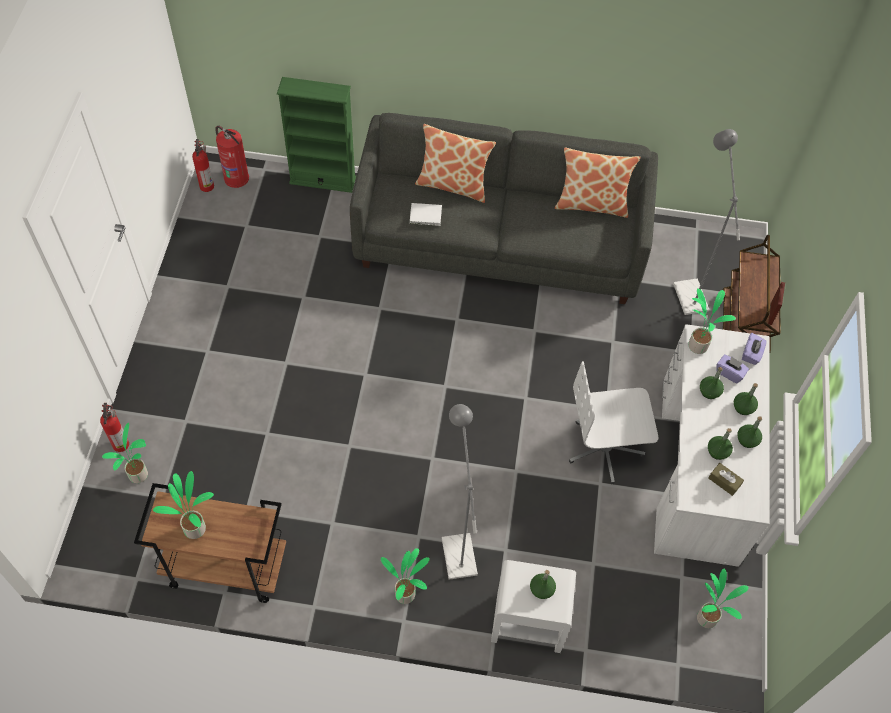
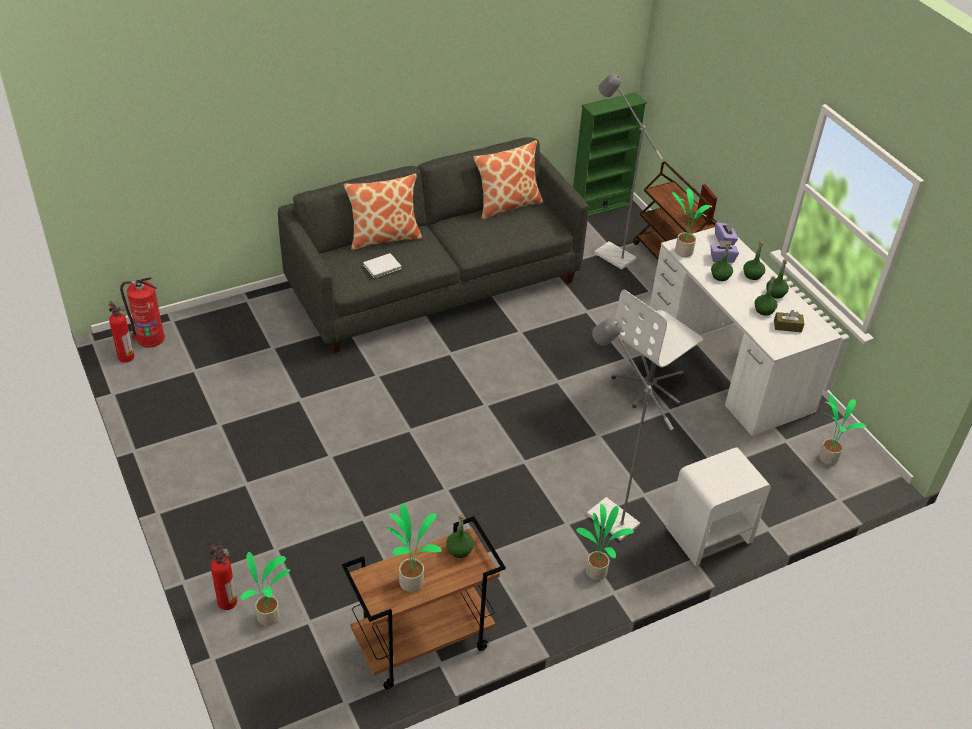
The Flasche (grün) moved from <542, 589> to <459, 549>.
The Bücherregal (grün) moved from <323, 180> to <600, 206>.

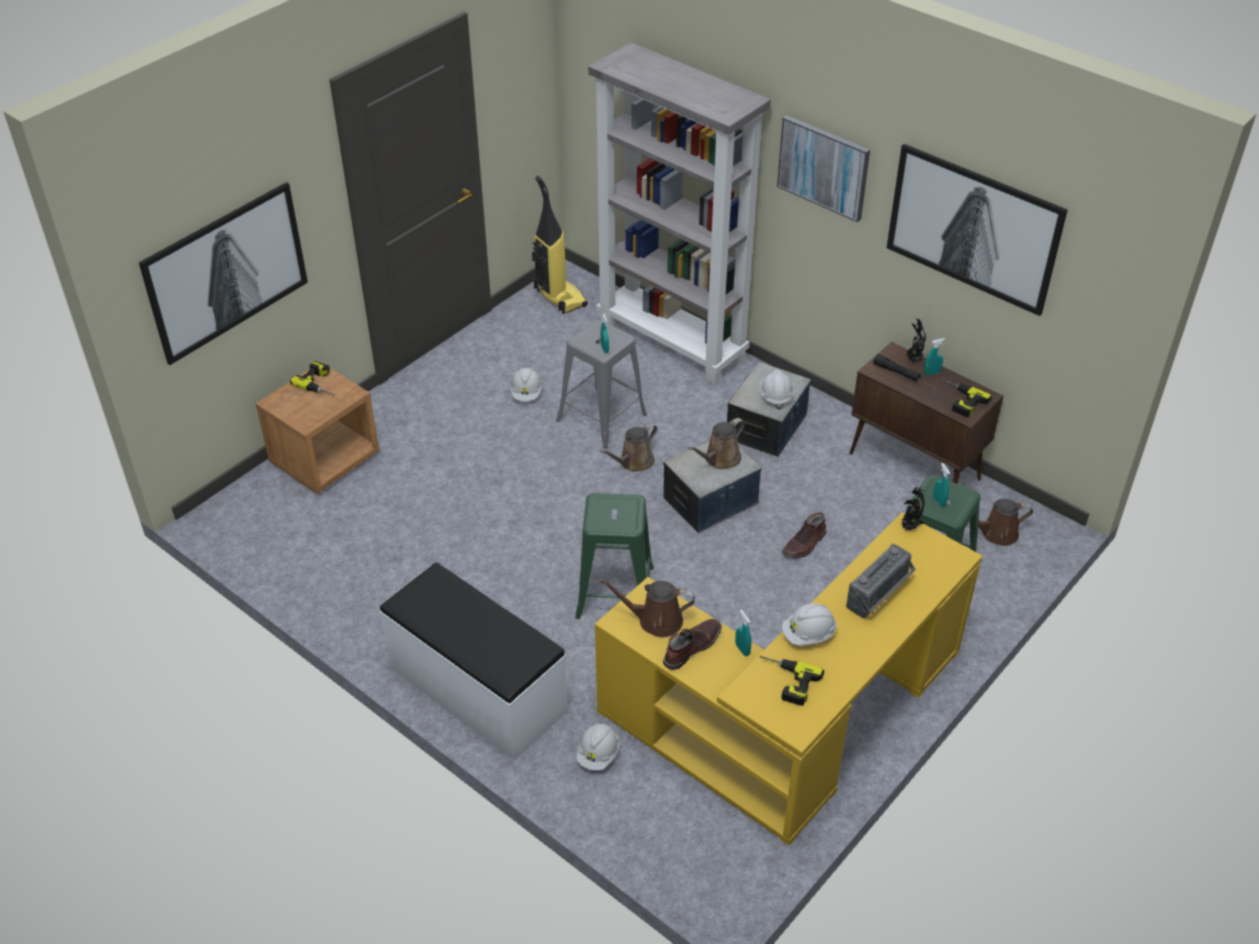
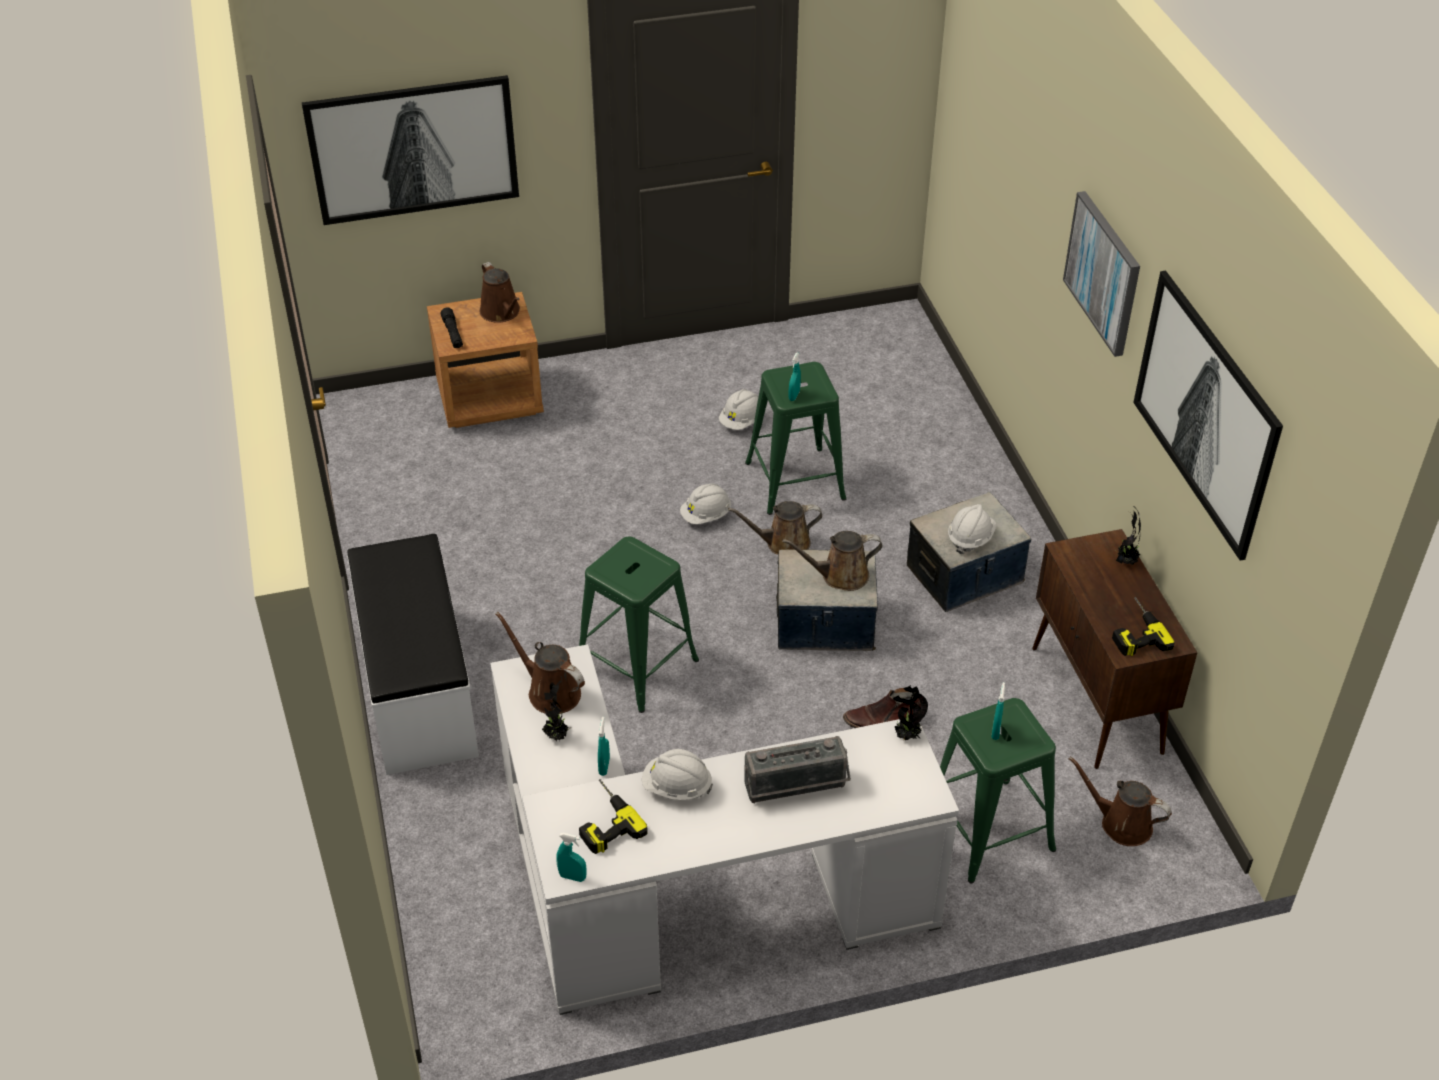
The Taschenlampe (schwarz) moved from <896, 372> to <452, 333>.
The Bohrmaschine at <321, 383> was replaced by the Gießkanne (braun) at <501, 313>.
The Schreibtisch (gelb) at <791, 721> became the Schreibtisch (weiß) at <685, 893>.
The Stiefel (braun) at <691, 647> was replaced by the Topfpflanze at <557, 736>.
The Sprühflasche (türkis) moved from <931, 373> to <572, 877>.
The Schutzhelm (weiß) moved from <598, 754> to <706, 516>.
The Hocker (grau) at <601, 417> became the Hocker (grün) at <795, 480>.
The Staubsauger at <559, 297> disappeared.
The Bücherregal (grau) at <673, 342> disappeared.

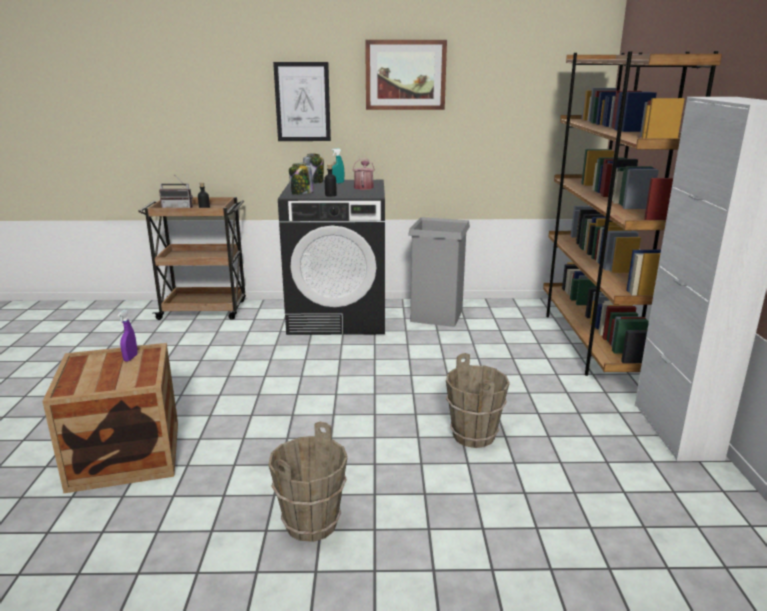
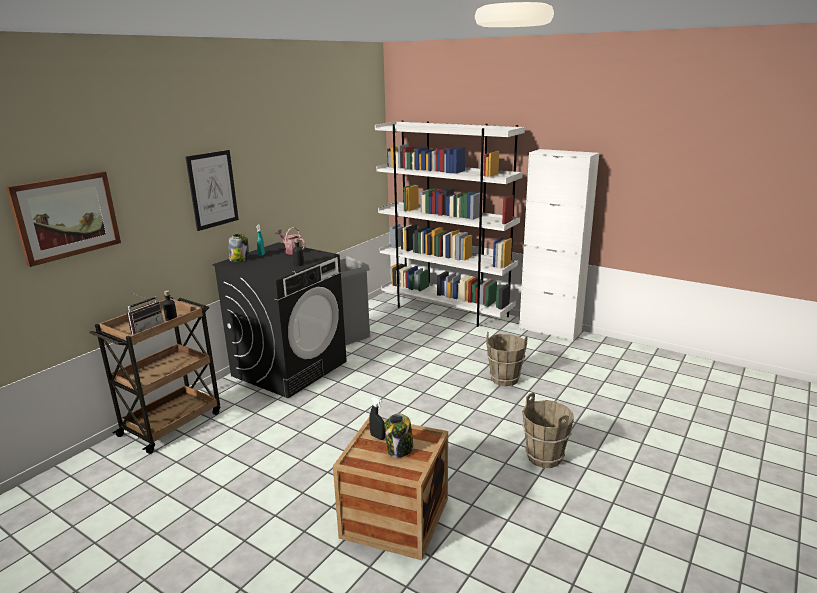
The Bild moved from <405, 75> to <66, 216>.
The Sprühflasche (lila) at <130, 358> became the Sprühflasche (schwarz) at <377, 437>.
The Bücherregal (braun) at <592, 343> became the Bücherregal (weiß) at <446, 310>.
The Vorratsglas moved from <301, 193> to <400, 450>.

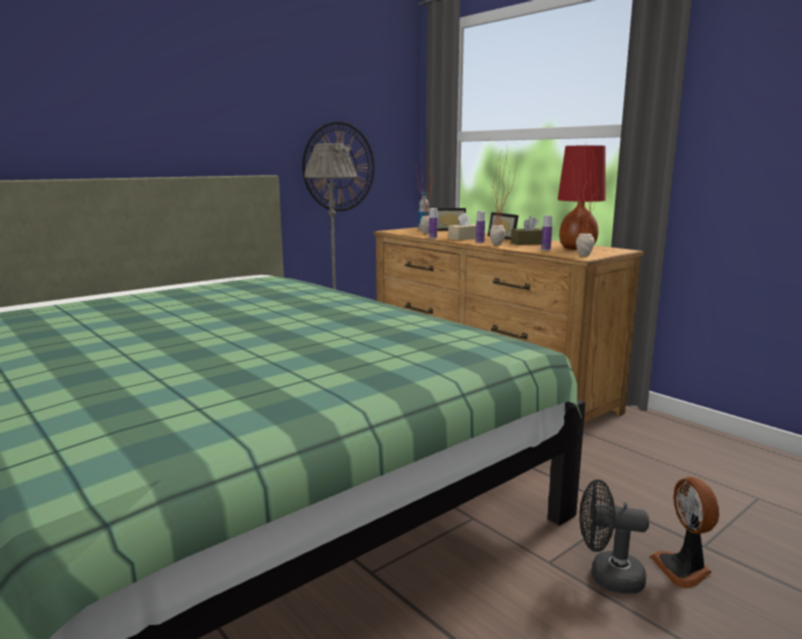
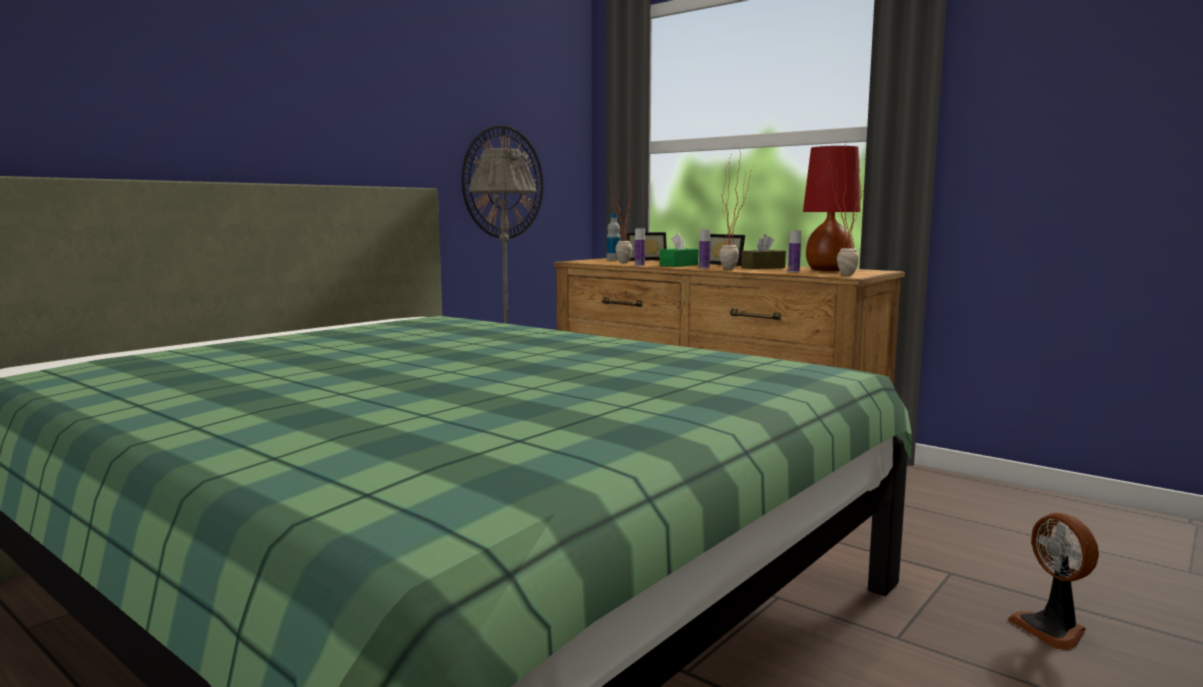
The Taschentuchbox (beige) at <464, 238> became the Taschentuchbox (grün) at <678, 265>.
The Ventilator (schwarz) at <607, 576> disappeared.

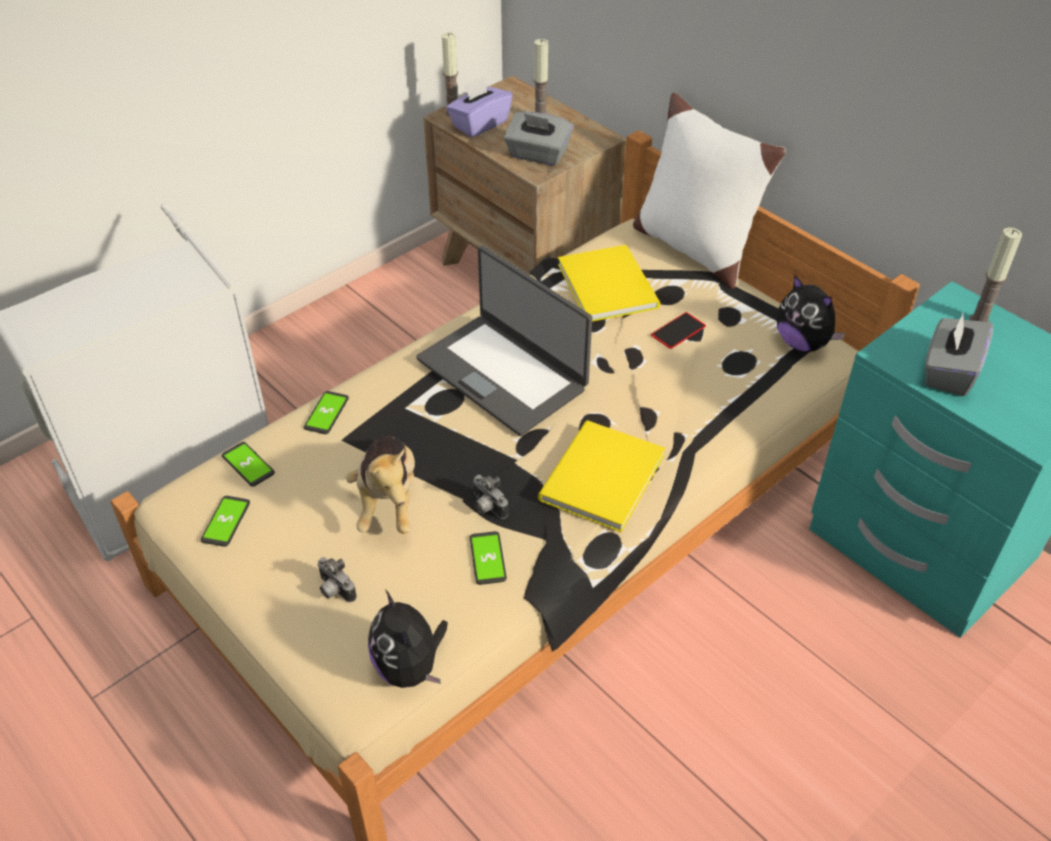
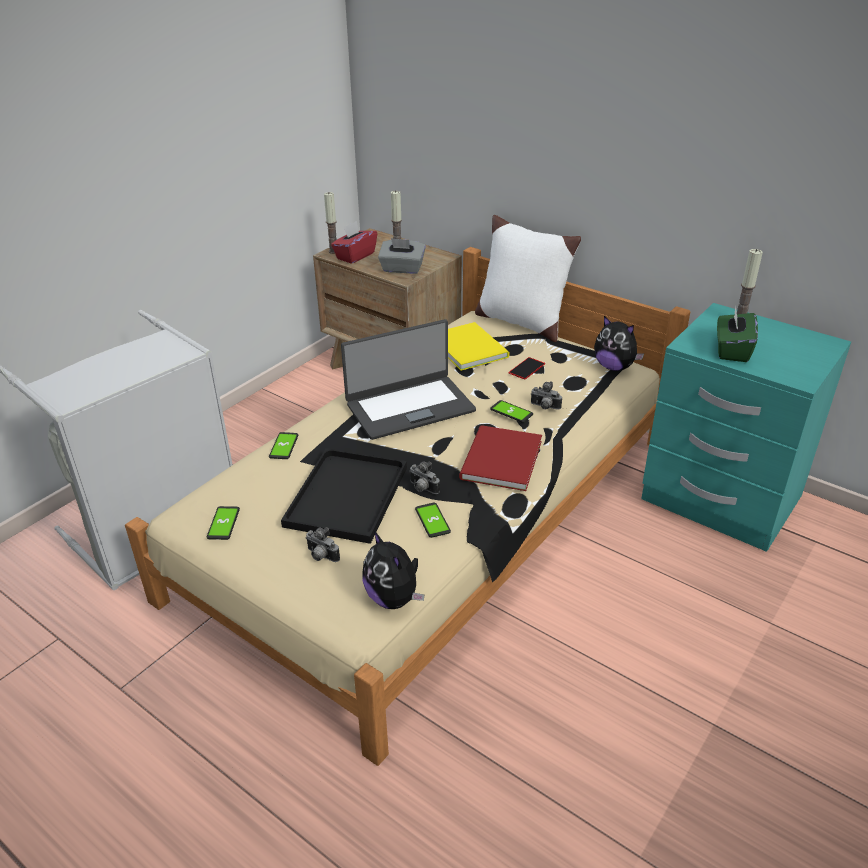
The Plüschtier at <388, 501> was replaced by the Tablett (schwarz) at <346, 494>.
The Taschentuchbox (lila) at <479, 124> became the Taschentuchbox (rot) at <355, 256>.
The Laptop at <503, 373> turned 60 degrees counterclockwise.
The Buch (gelb) at <598, 479> became the Buch (rot) at <498, 461>.
The Handy moved from <248, 465> to <511, 412>.
The Kamera at <544, 407> appeared.
The Taschentuchbox (grau) at <949, 372> became the Taschentuchbox (grün) at <731, 350>.

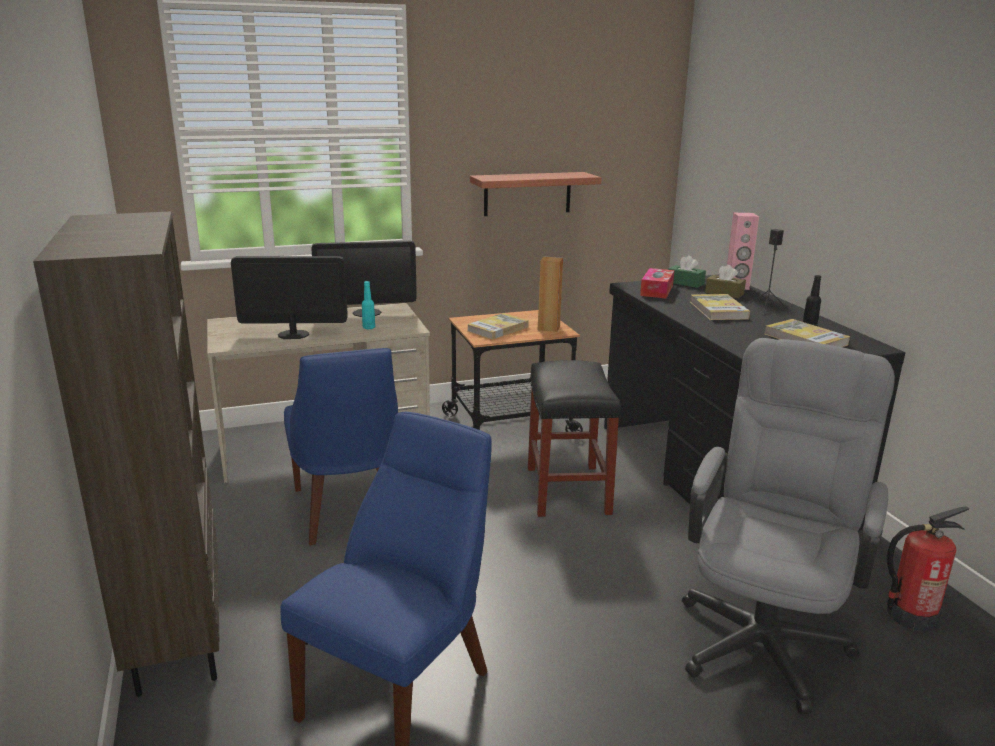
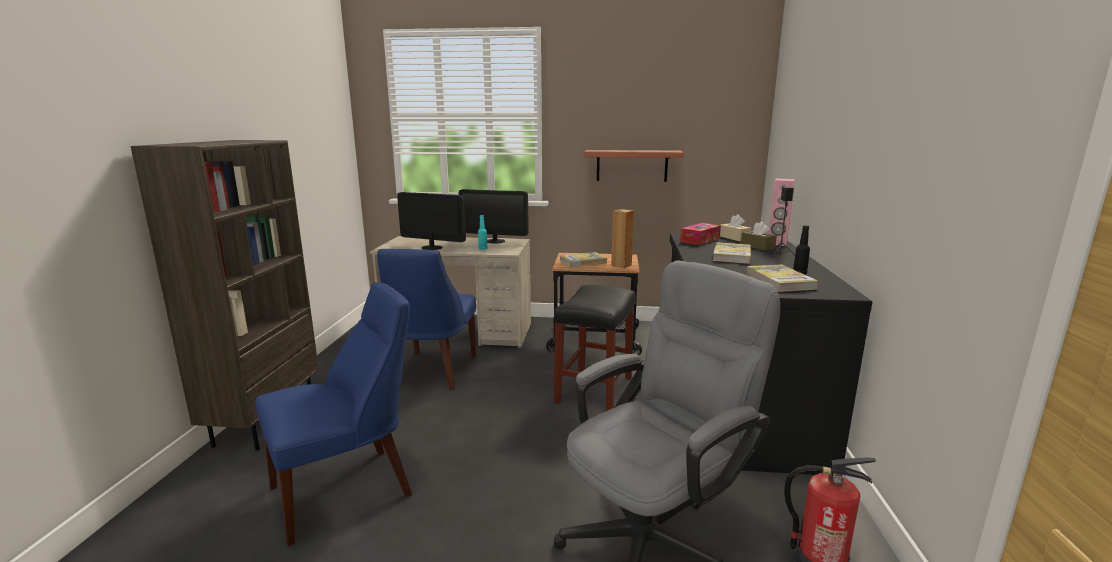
The Taschentuchbox (grün) at <685, 283> became the Taschentuchbox (beige) at <734, 238>.

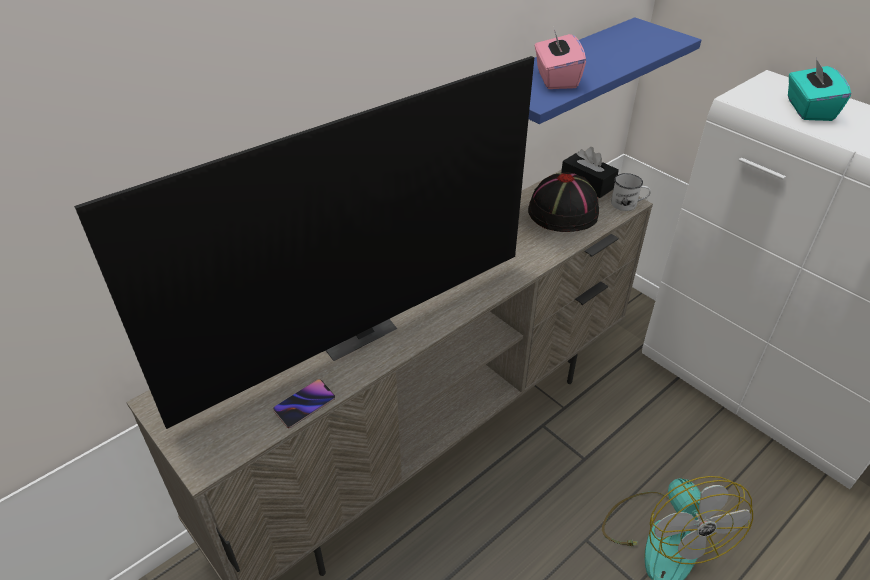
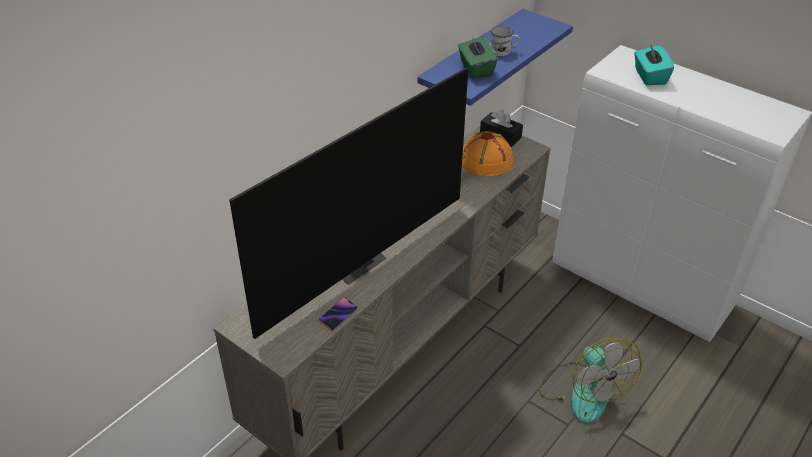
The Taschentuchbox (rosa) at <555, 79> became the Taschentuchbox (grün) at <475, 69>.
The Hut (schwarz) at <563, 212> became the Hut (orange) at <486, 160>.
The Henkelbecher (weiß) moved from <628, 204> to <503, 51>.

